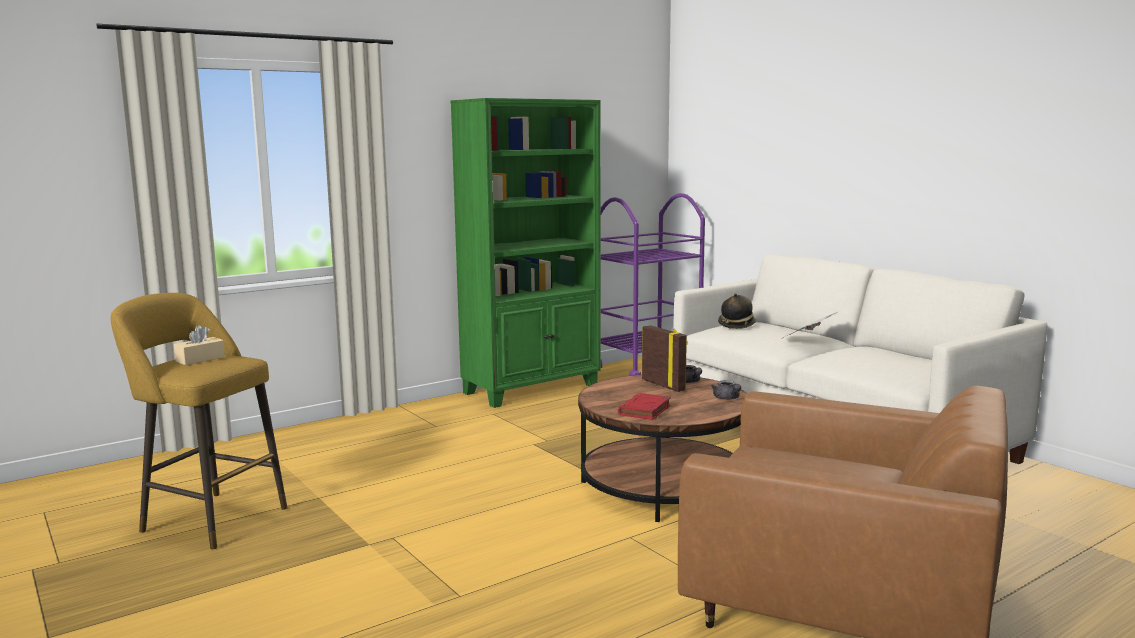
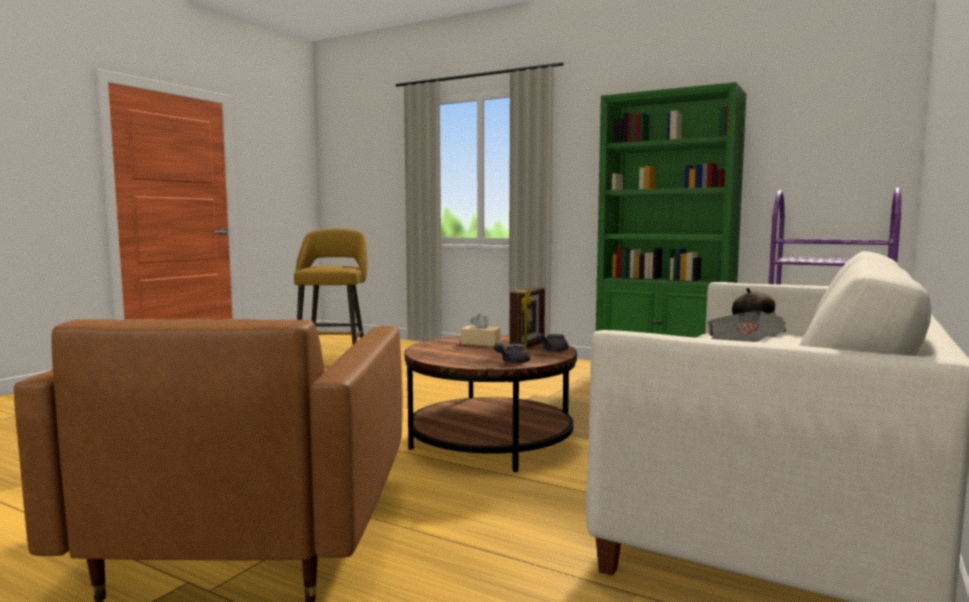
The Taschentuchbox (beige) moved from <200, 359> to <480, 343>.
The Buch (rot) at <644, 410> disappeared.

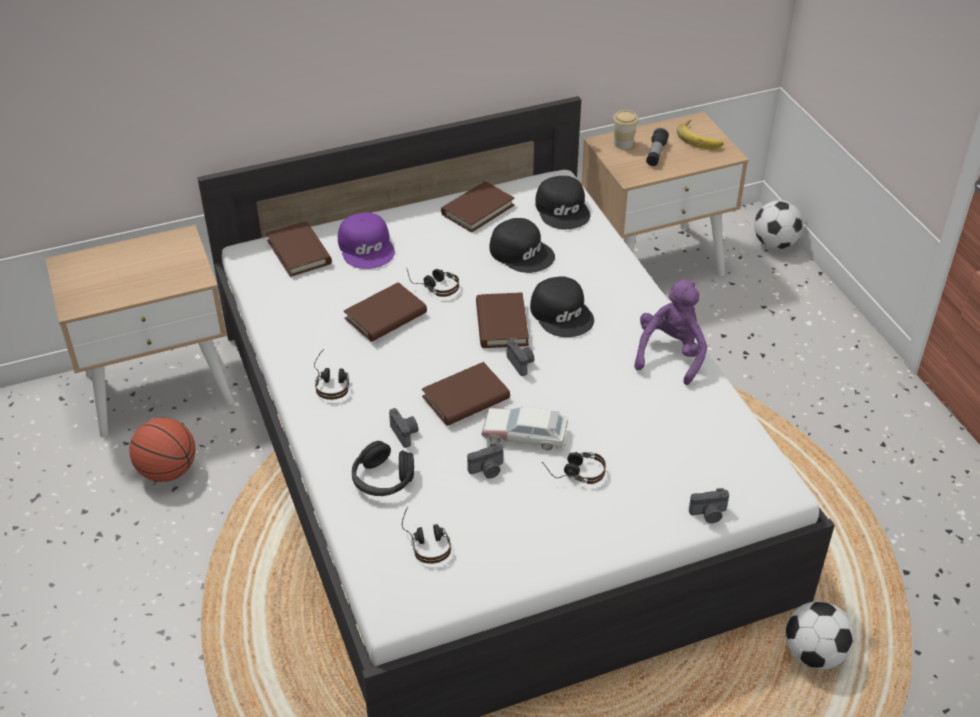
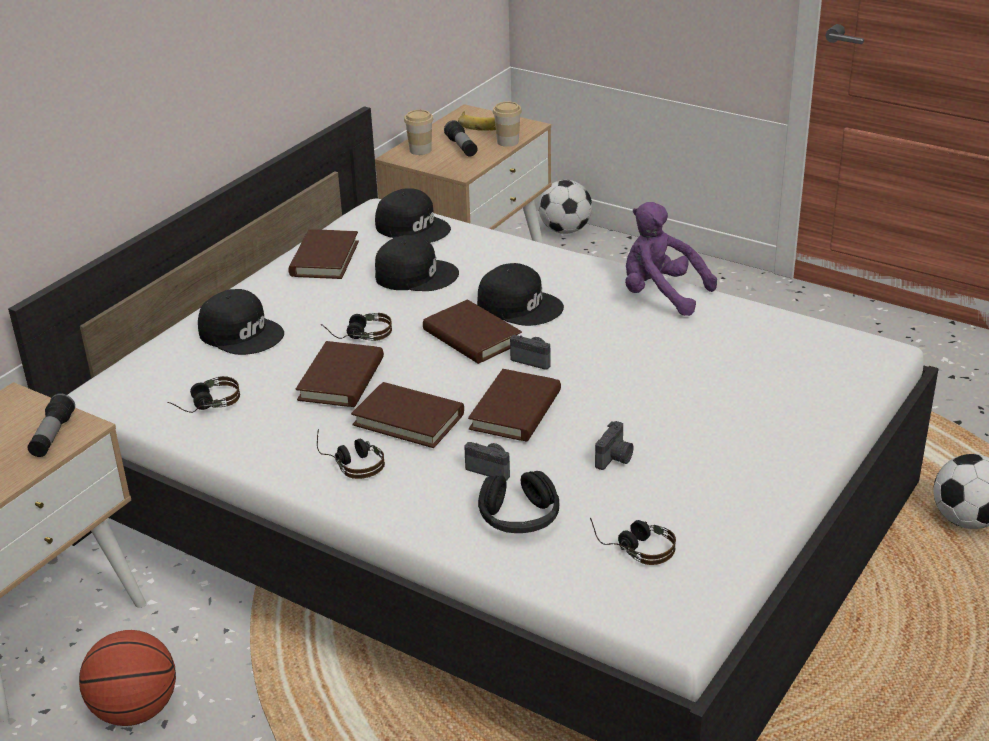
The Taschenlampe at <52, 436> appeared.
The Kopfhörer moved from <573, 472> to <204, 405>.
The Kappe (lila) at <367, 247> became the Kappe (schwarz) at <242, 333>.
The Buch (braun) moved from <299, 252> to <408, 419>.
The Tasse at <507, 142> appeared.
The Plüschtier (lila) at <670, 354> turned 45 degrees counterclockwise.
The Spielzeugauto at <525, 434> disappeared.
The Kamera at <709, 514> disappeared.

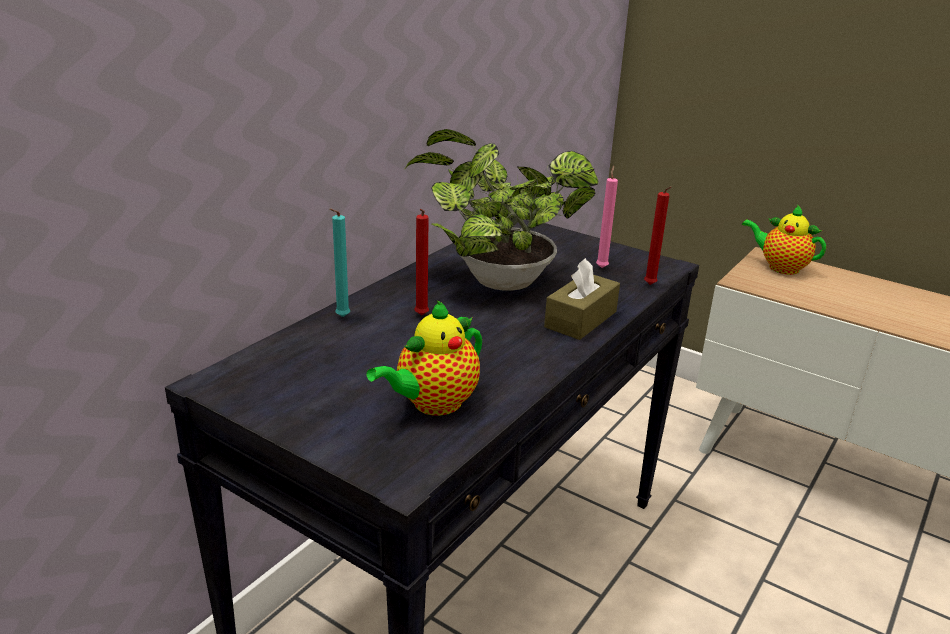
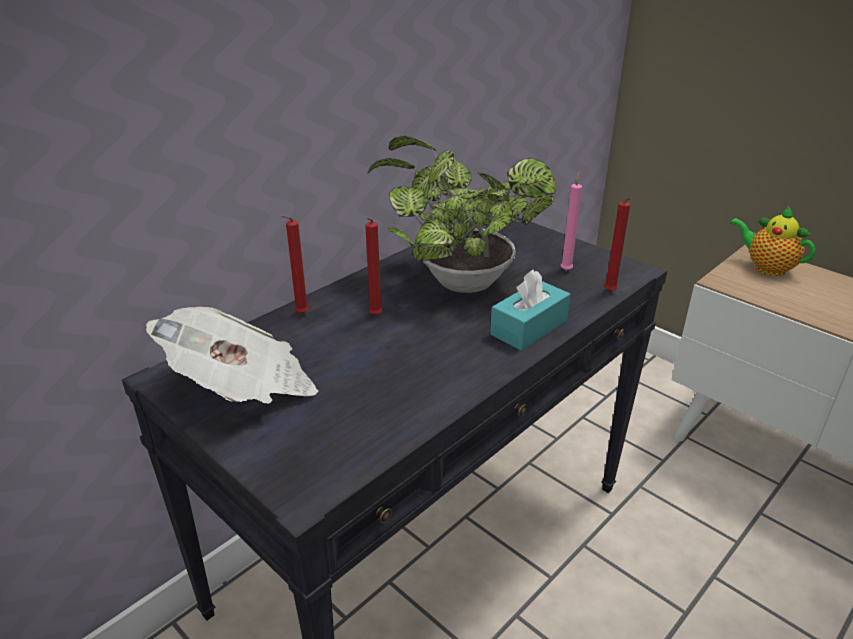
The Zeitung at <244, 388> appeared.
The Kerze (türkis) at <341, 318> became the Kerze (rot) at <300, 314>.
The Taschentuchbox (braun) at <580, 319> became the Taschentuchbox (türkis) at <529, 327>.
The Teekanne at <432, 404> disappeared.

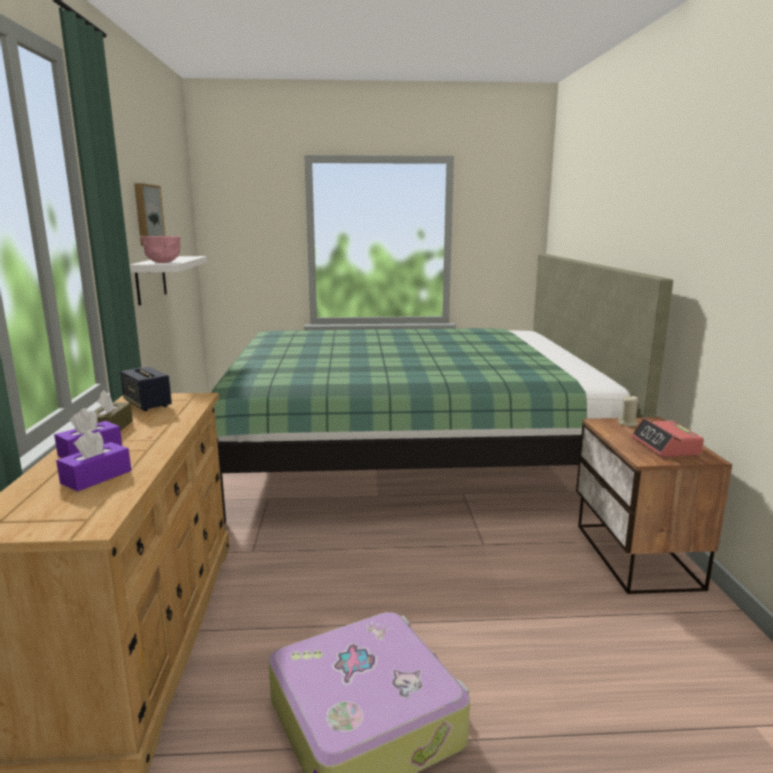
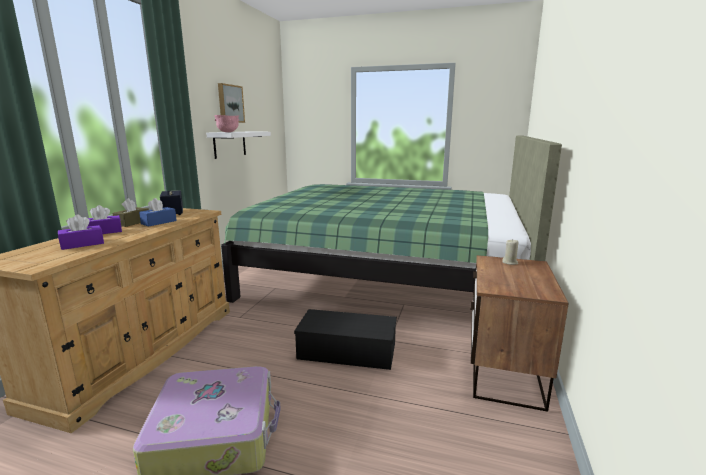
The Taschentuchbox (blau) at <159, 222> appeared.
The Aufbewahrungsbox (schwarz) at <349, 350> appeared.
The Wecker at <665, 446> disappeared.

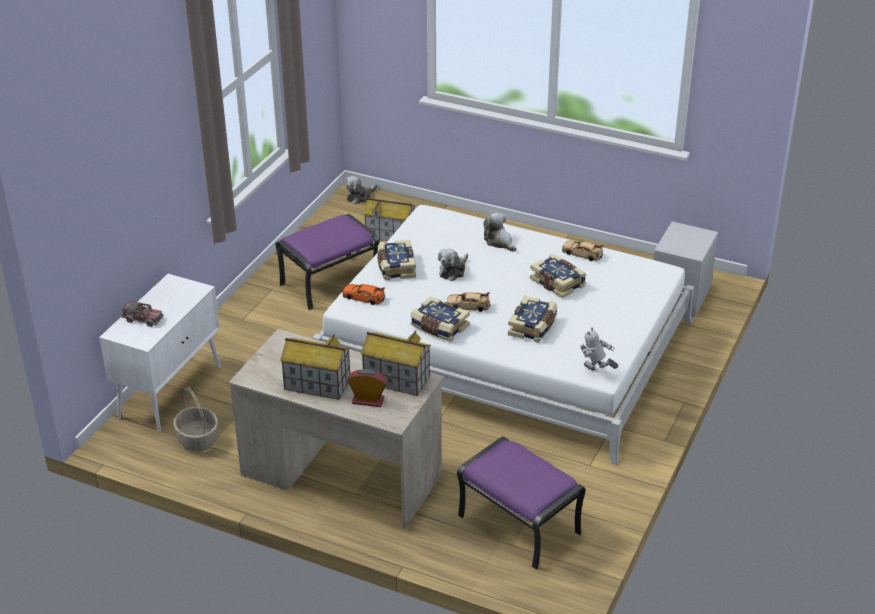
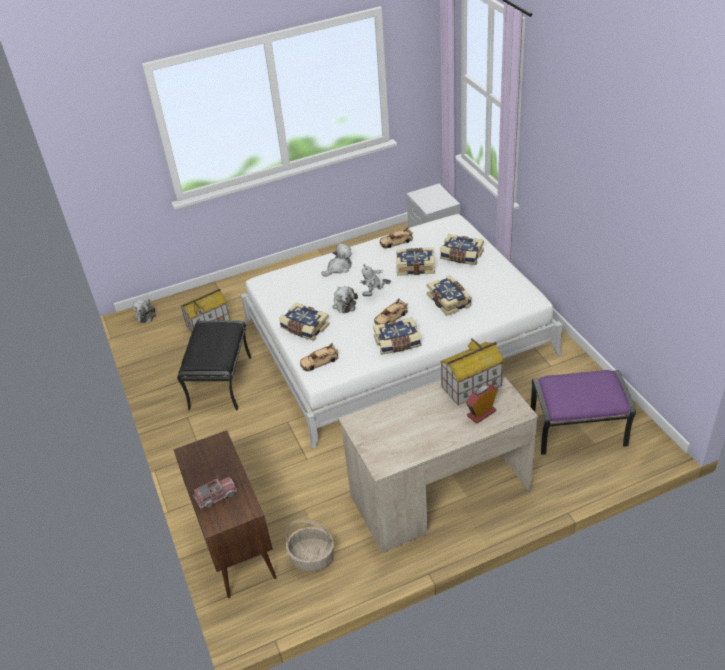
The Schrank (weiß) at <171, 391> became the Schrank (braun) at <235, 544>.
The Polsterhocker (lila) at <330, 282> became the Polsterhocker (schwarz) at <220, 382>.
The Spielzeugauto (orange) at <363, 297> became the Spielzeugauto (beige) at <319, 361>.
The Plüschtier at <499, 242> turned 135 degrees clockwise.
The Spielzeugroboter moved from <596, 372> to <375, 295>.
The Buch at <461, 256> appeared.
The Spielzeughaus at <316, 384> disappeared.

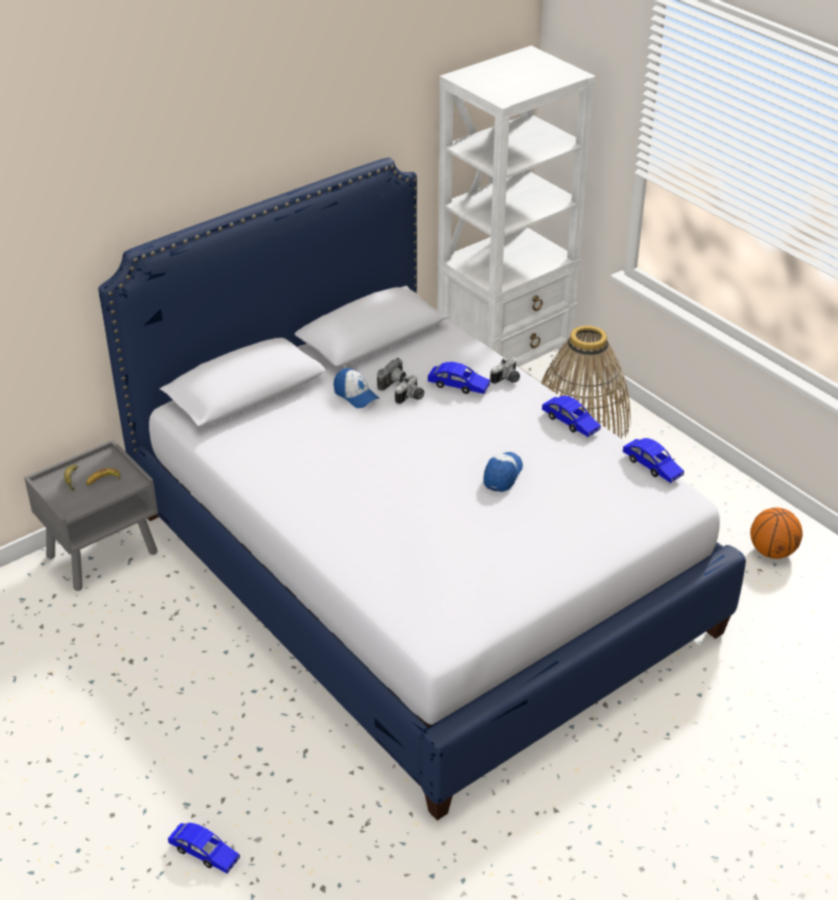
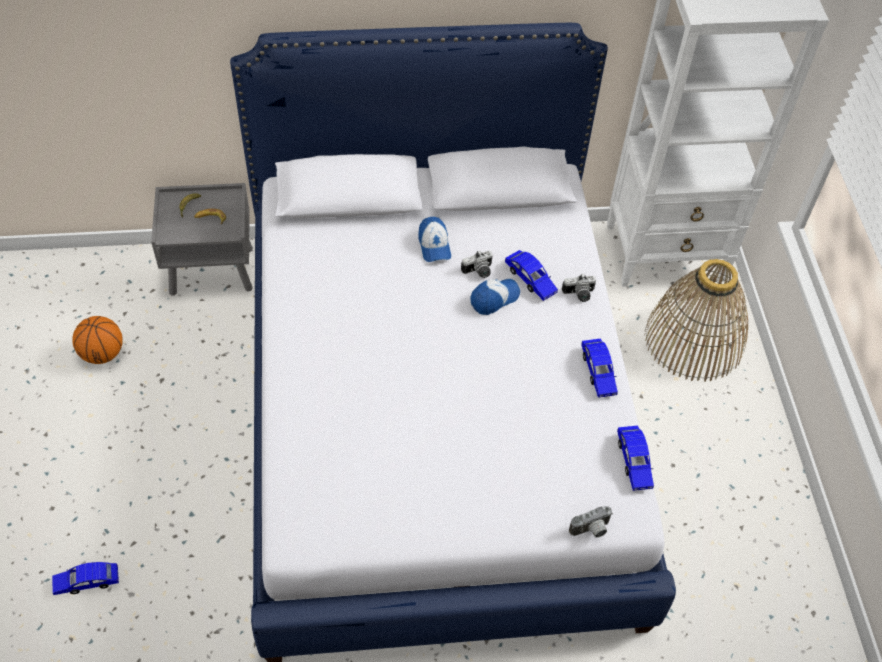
The Spielzeugauto (blau) at <204, 853> turned 105 degrees clockwise.
The Basketball moved from <772, 552> to <102, 354>.
The Kappe moved from <502, 475> to <494, 298>.
The Kamera moved from <393, 383> to <591, 530>.

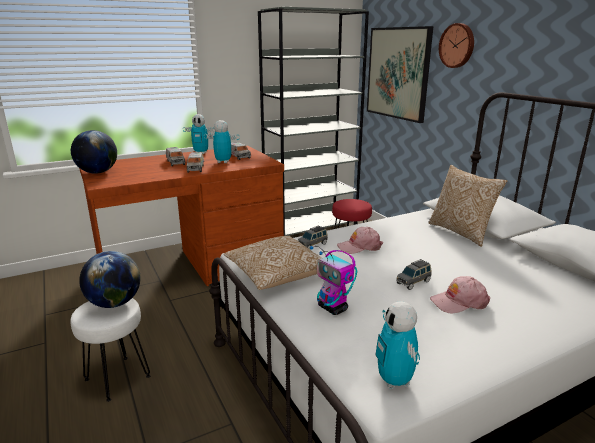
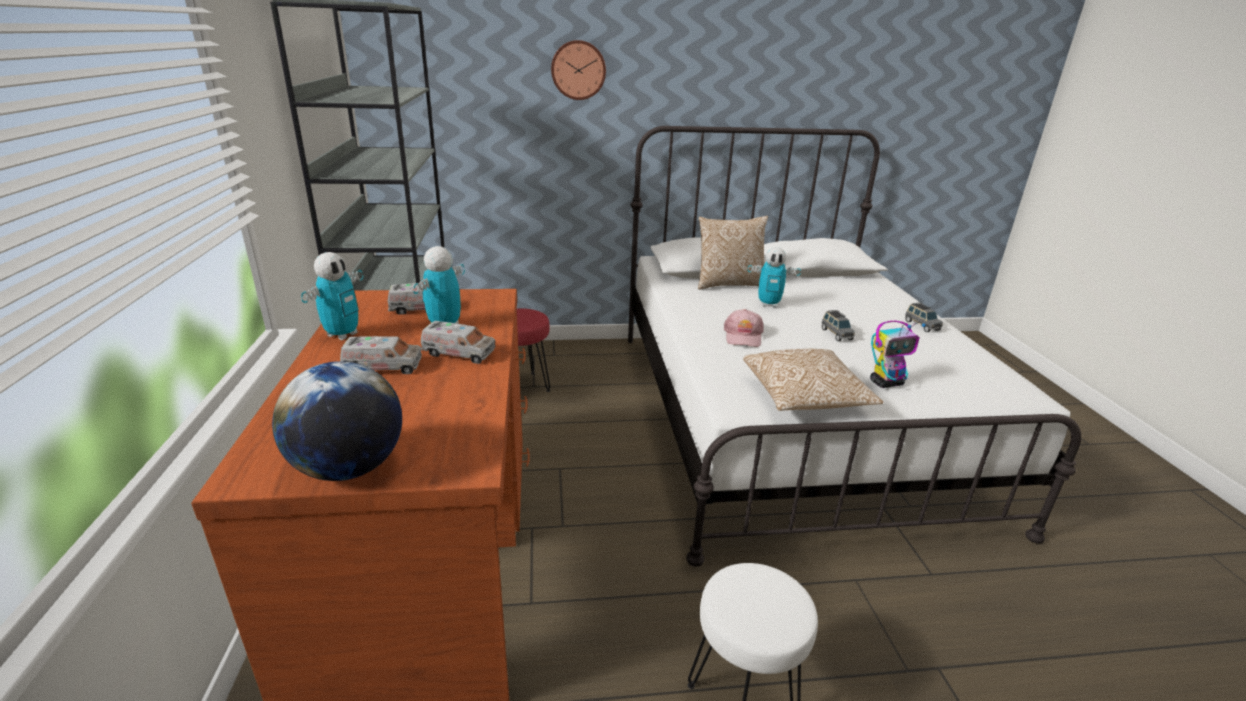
The Spielzeugroboter moved from <394, 381> to <768, 304>.
The Spielzeugauto (grau) moved from <313, 245> to <921, 325>.
The Globus at <114, 303> disappeared.
The Bild at <398, 73> disappeared.
The Kappe (rosa) at <459, 302> disappeared.

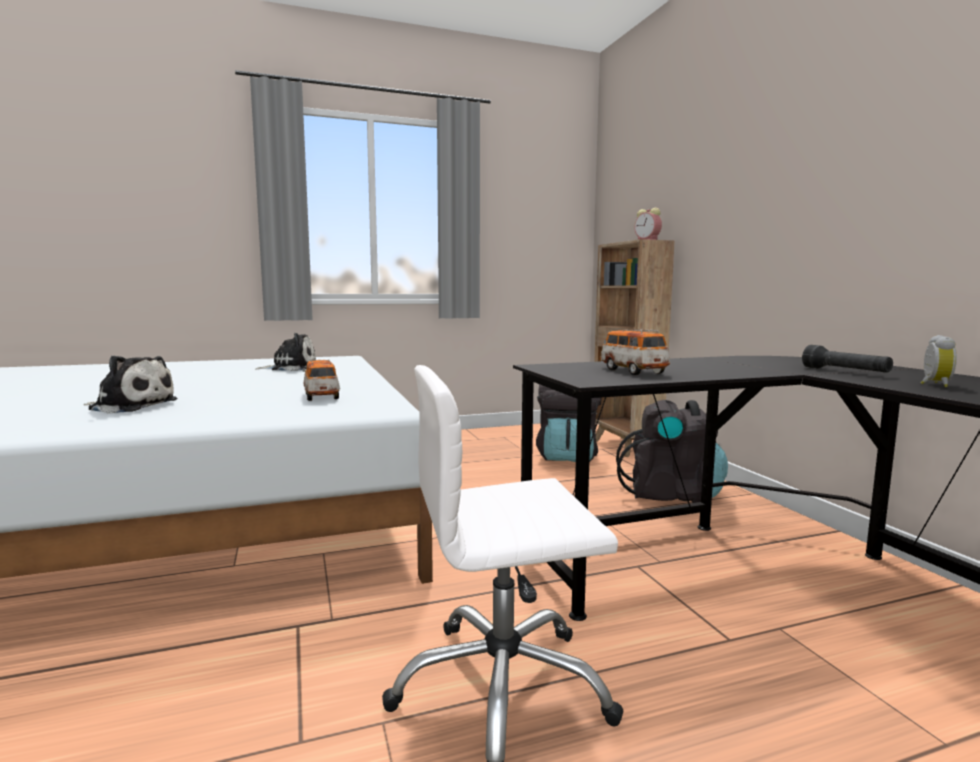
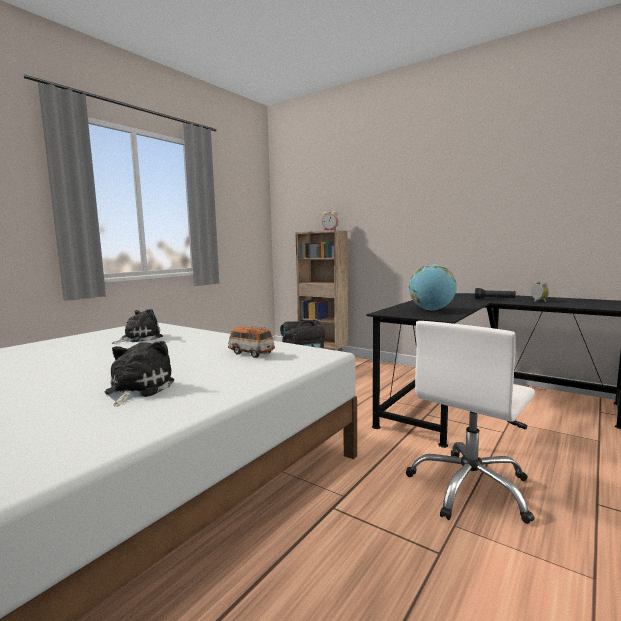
The Plüschtier at <131, 406> turned 60 degrees counterclockwise.
The Spielzeugauto at <632, 371> was replaced by the Globus at <431, 310>.
The Rucksack (schwarz) at <671, 494> disappeared.

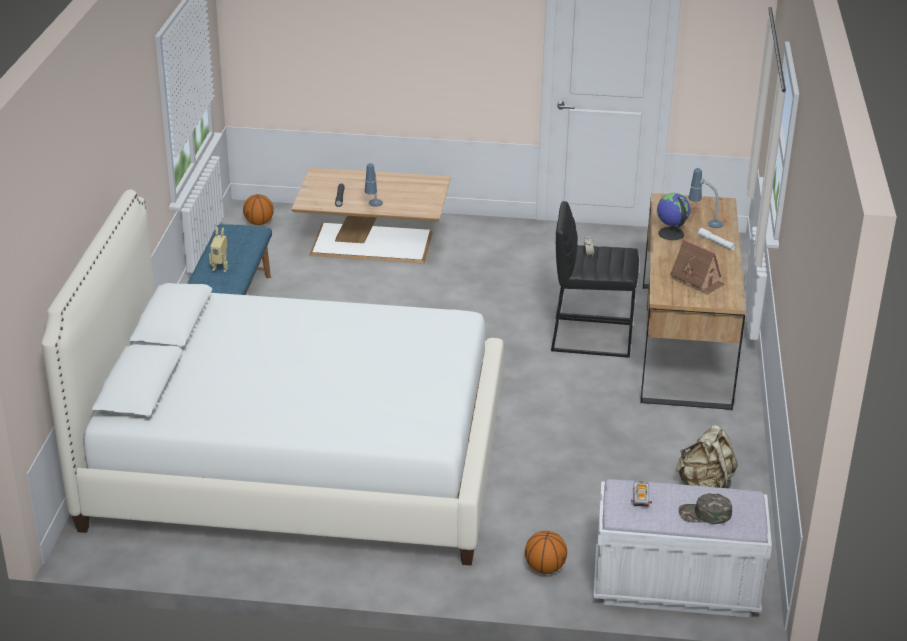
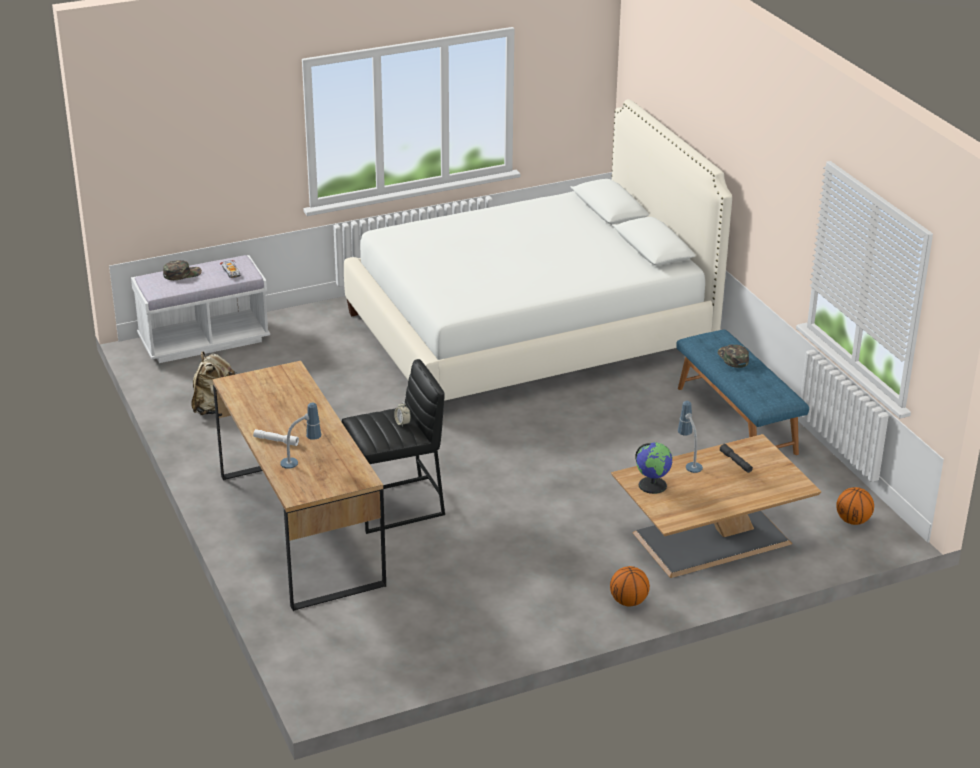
The Basketball moved from <545, 568> to <628, 601>.
The Globus moved from <670, 234> to <652, 485>.
The Spielzeugroboter at <220, 268> was replaced by the Kappe (grün) at <732, 358>.
The Spielzeughaus at <697, 281> disappeared.

